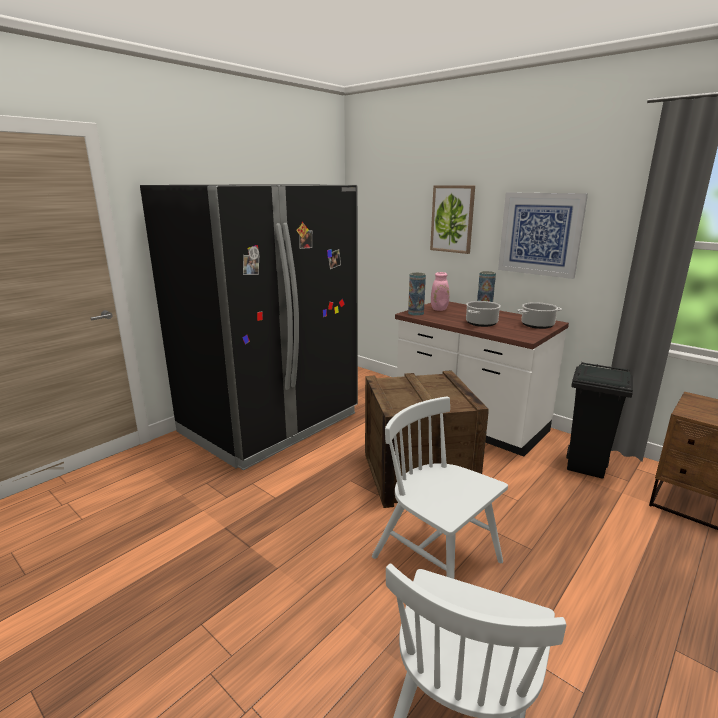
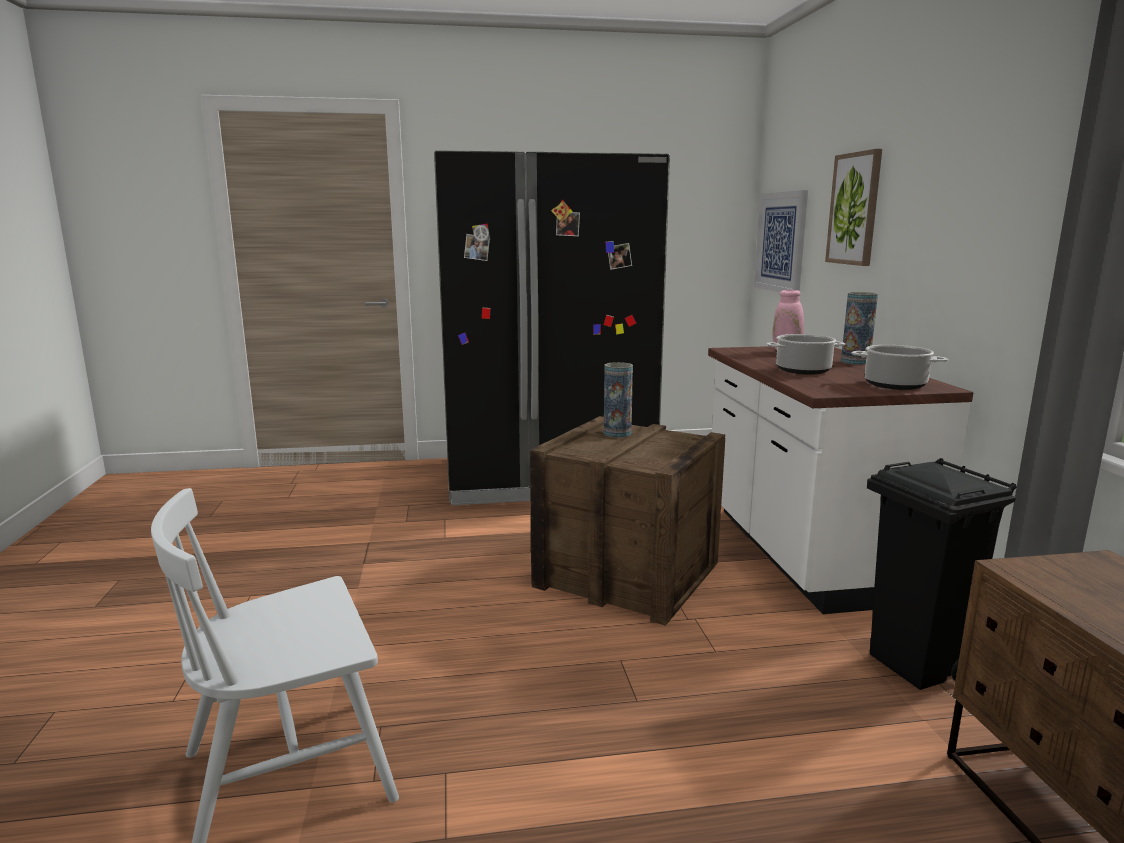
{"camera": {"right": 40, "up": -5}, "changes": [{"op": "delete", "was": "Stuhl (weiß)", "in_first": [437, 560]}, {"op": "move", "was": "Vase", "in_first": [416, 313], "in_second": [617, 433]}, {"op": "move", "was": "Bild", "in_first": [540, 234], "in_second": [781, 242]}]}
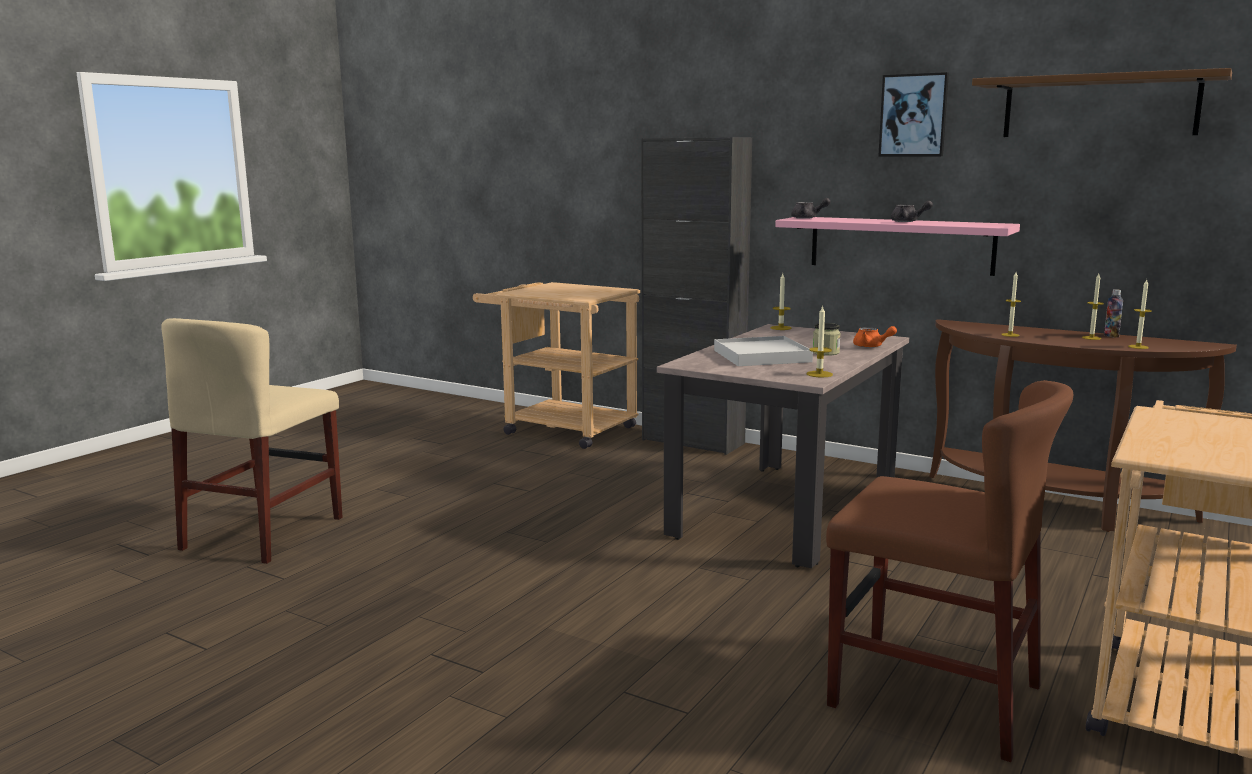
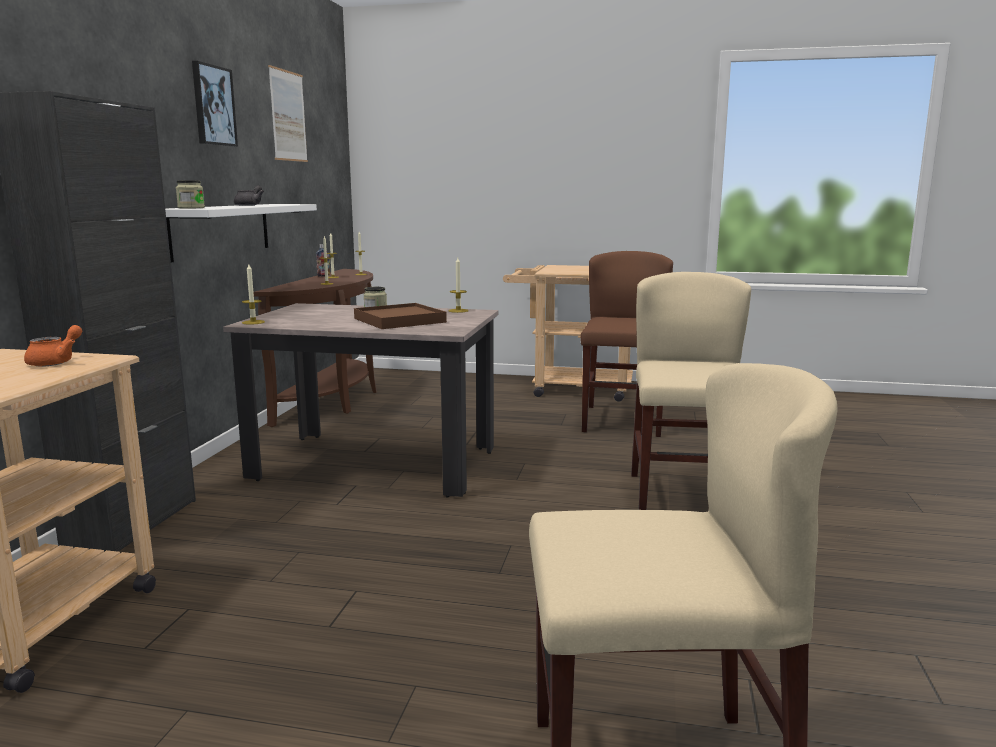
{"camera": {"right": -110, "up": 0}, "changes": [{"op": "insert", "now": "Stuhl (beige)", "in_second": [685, 498]}, {"op": "move", "was": "Teekanne (orange)", "in_first": [871, 346], "in_second": [56, 362]}, {"op": "replace", "was": "Teekanne (grau)", "now": "Vorratsglas", "in_first": [808, 218], "in_second": [191, 208]}, {"op": "replace", "was": "Wandregal (braun)", "now": "Bild", "in_first": [1099, 106], "in_second": [288, 116]}, {"op": "recolor", "was": "Tablett (weiß)", "now": "Tablett (braun)", "in_first": [762, 356], "in_second": [399, 320]}, {"op": "recolor", "was": "Wandregal (rosa)", "now": "Wandregal (weiß)", "in_first": [900, 245], "in_second": [221, 230]}]}
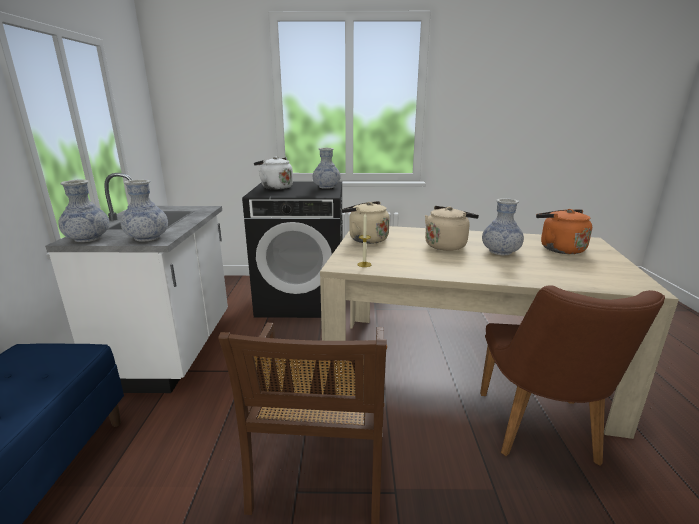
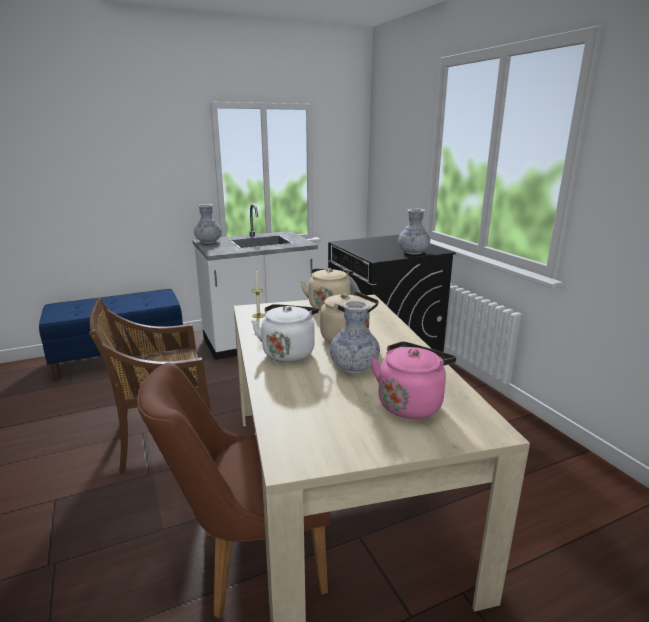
{"camera": {"right": 65, "up": 0}, "changes": [{"op": "delete", "was": "Vase", "in_first": [147, 238]}, {"op": "move", "was": "Wasserkessel (weiß)", "in_first": [275, 187], "in_second": [289, 352]}, {"op": "recolor", "was": "Wasserkessel (orange)", "now": "Wasserkessel (rosa)", "in_first": [559, 249], "in_second": [411, 403]}]}
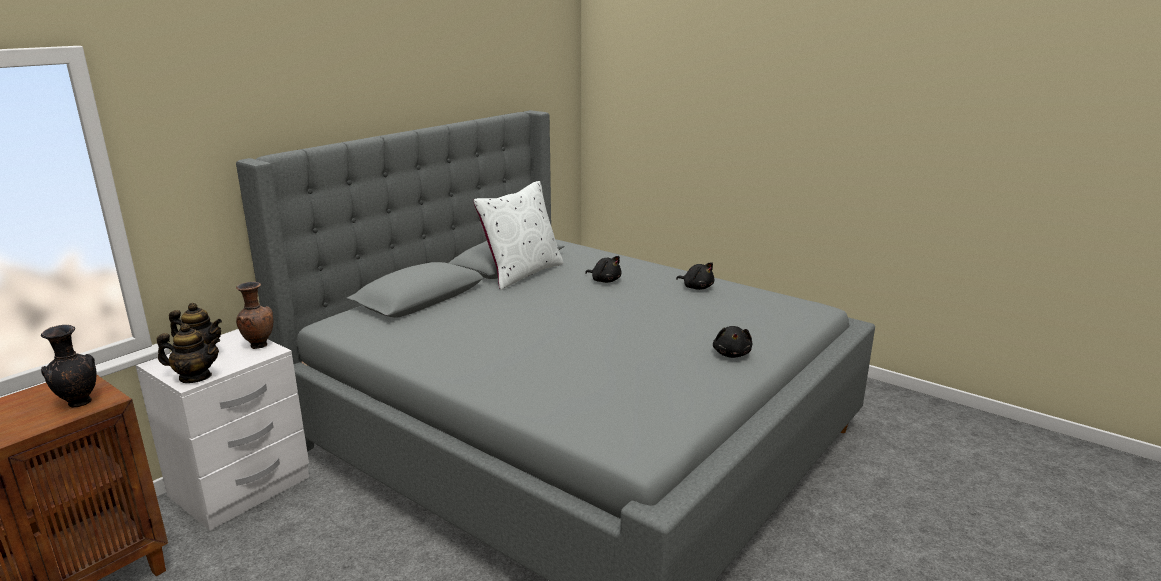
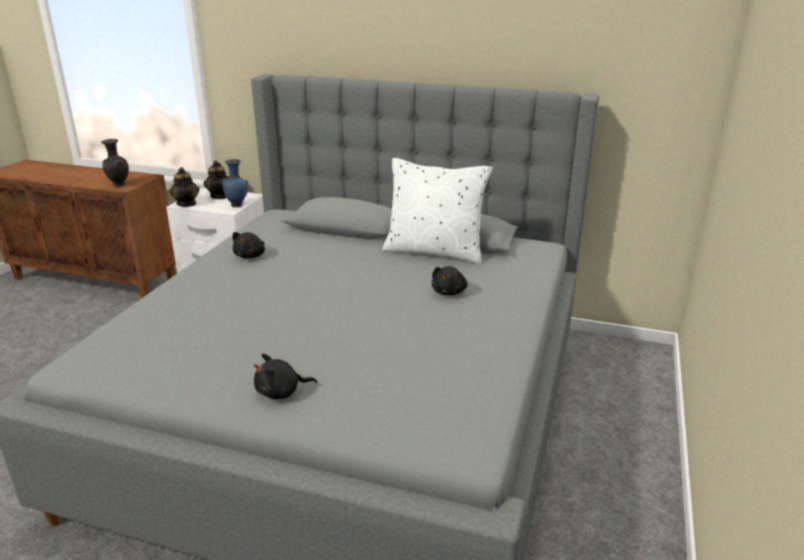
{"camera": {"right": 70, "up": 5}, "changes": [{"op": "move", "was": "Plüschtier (schwarz)", "in_first": [696, 287], "in_second": [251, 256]}, {"op": "recolor", "was": "Vase (braun)", "now": "Vase (blau)", "in_first": [258, 345], "in_second": [237, 205]}]}
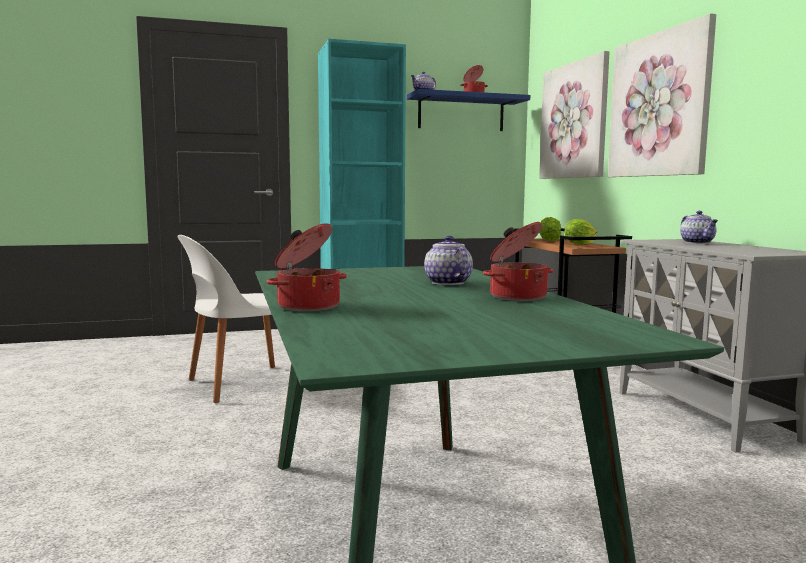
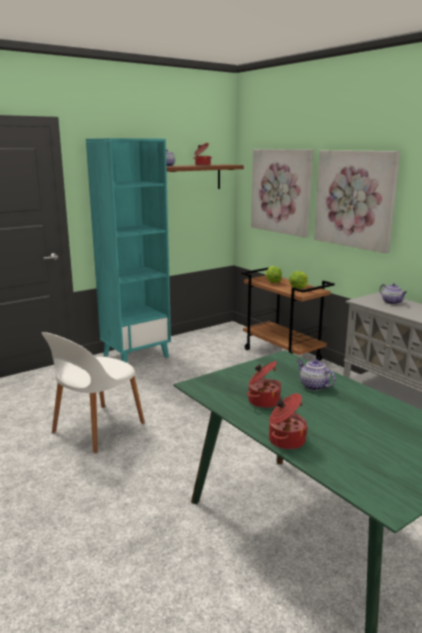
{"camera": {"right": -20, "up": 10}, "changes": [{"op": "move", "was": "Kochtopf", "in_first": [517, 296], "in_second": [263, 401]}, {"op": "recolor", "was": "Wandregal (blau)", "now": "Wandregal (braun)", "in_first": [461, 113], "in_second": [191, 178]}]}
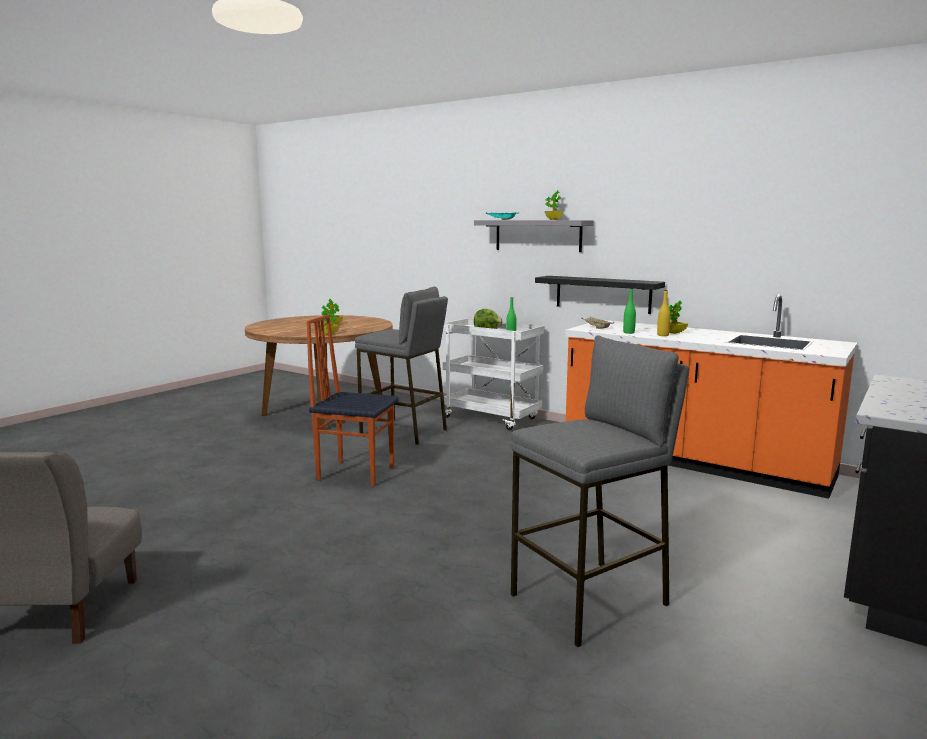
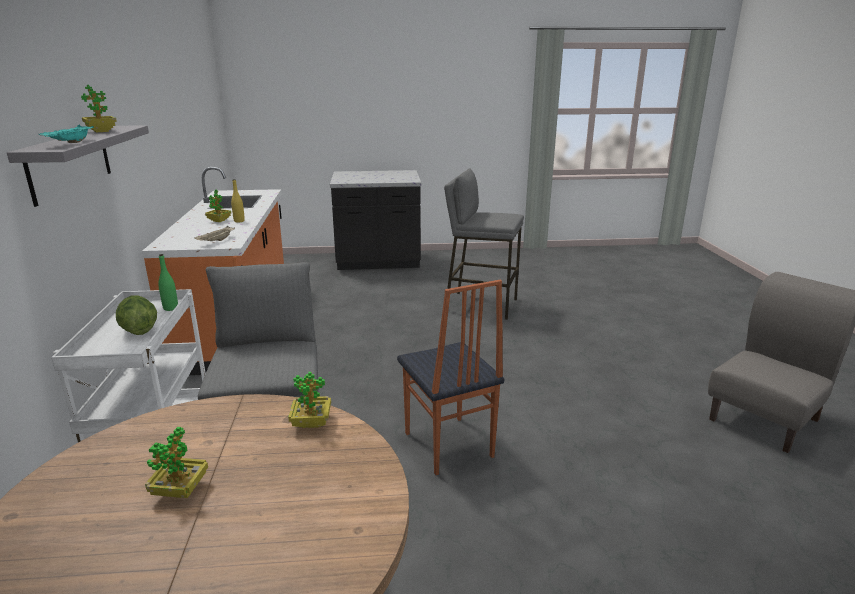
{"camera": {"right": -130, "up": 10}, "changes": [{"op": "delete", "was": "Wandregal (schwarz)", "in_first": [602, 294]}, {"op": "delete", "was": "Flasche (grün)", "in_first": [628, 332]}]}
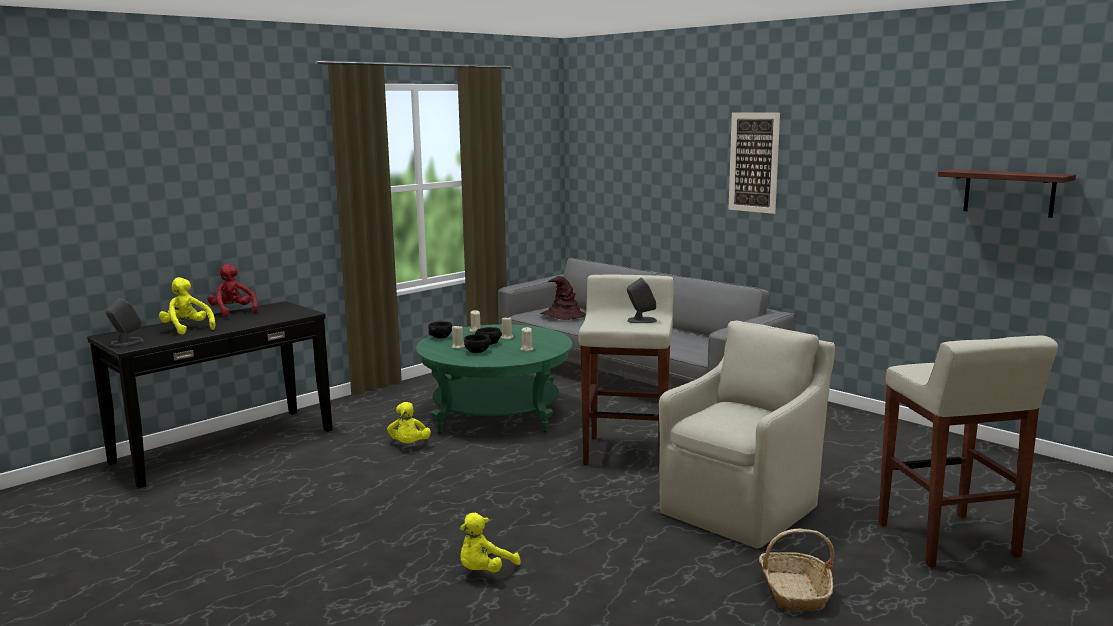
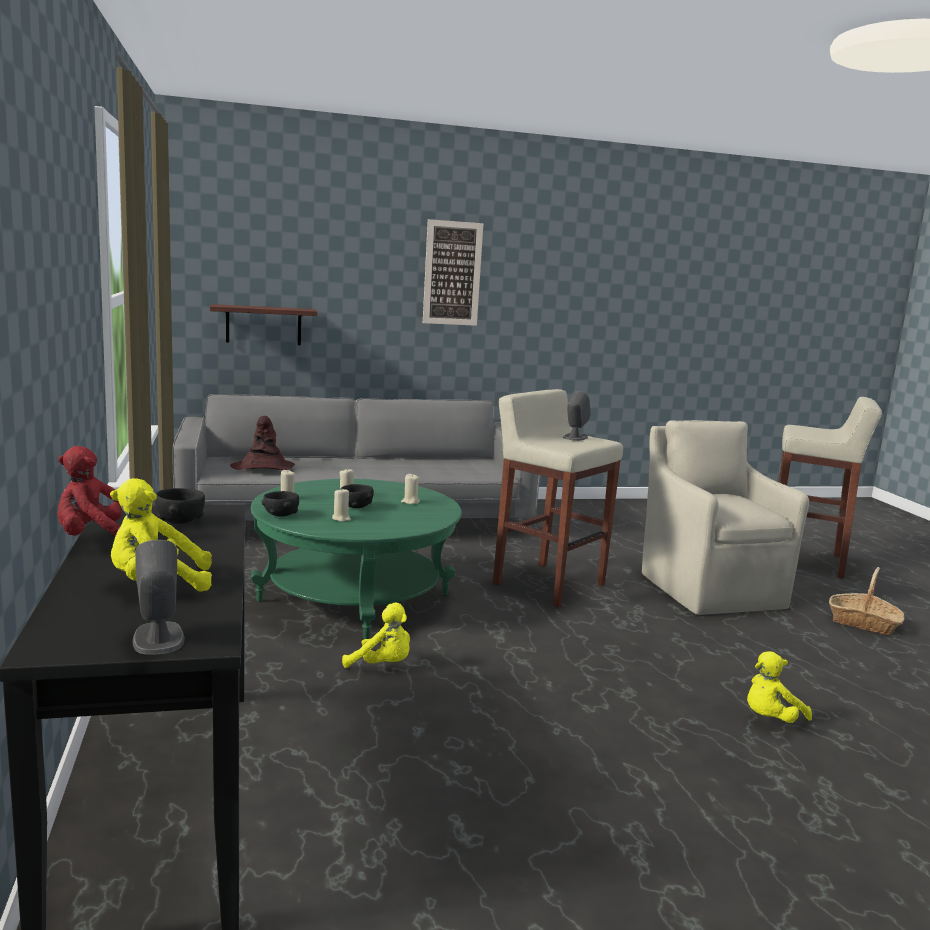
{"camera": {"right": -60, "up": 0}, "changes": [{"op": "move", "was": "Schüssel (schwarz)", "in_first": [477, 352], "in_second": [180, 521]}, {"op": "move", "was": "Wandregal", "in_first": [1009, 193], "in_second": [263, 325]}, {"op": "rotate", "was": "Plüschtier (gelb)", "in_first": [485, 571], "in_second": [770, 719], "clockwise": 75}]}
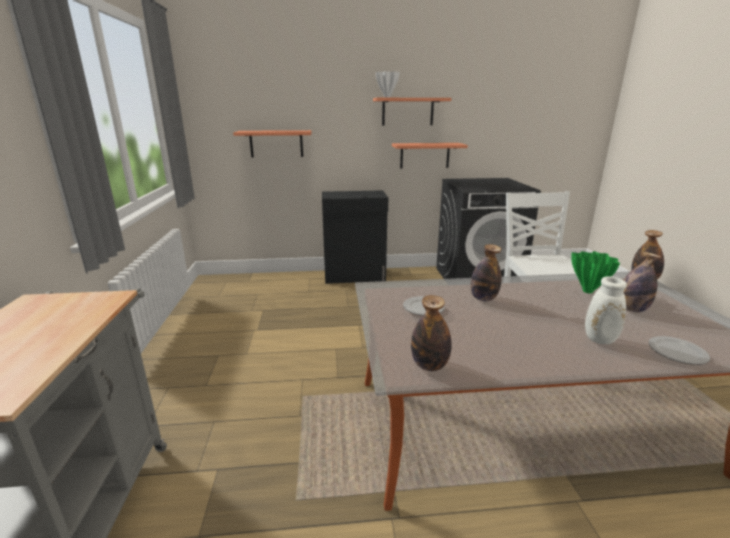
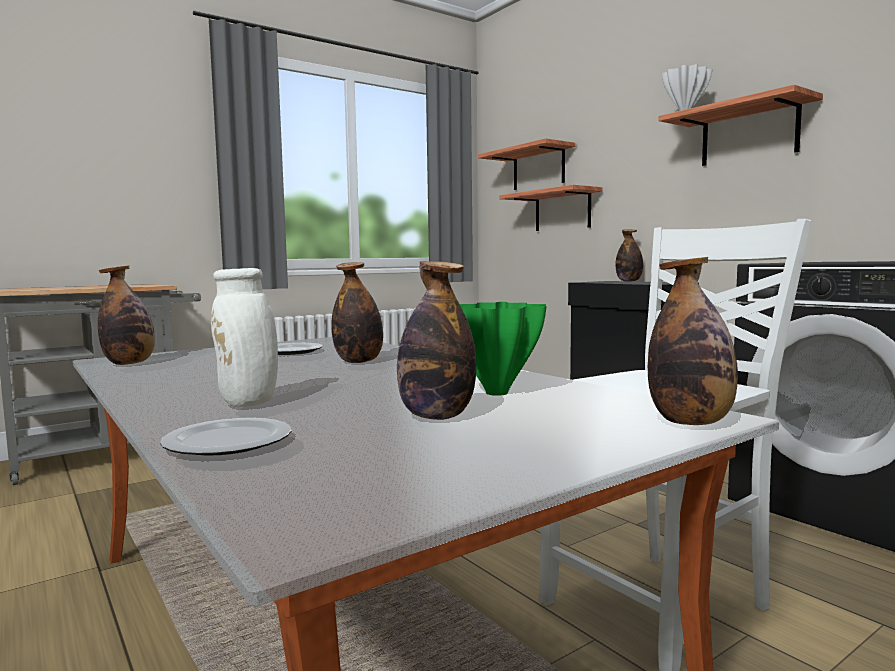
{"camera": {"right": 60, "up": -15}, "changes": [{"op": "insert", "now": "Flasche", "in_second": [629, 281]}, {"op": "move", "was": "Wandregal", "in_first": [424, 155], "in_second": [538, 168]}]}
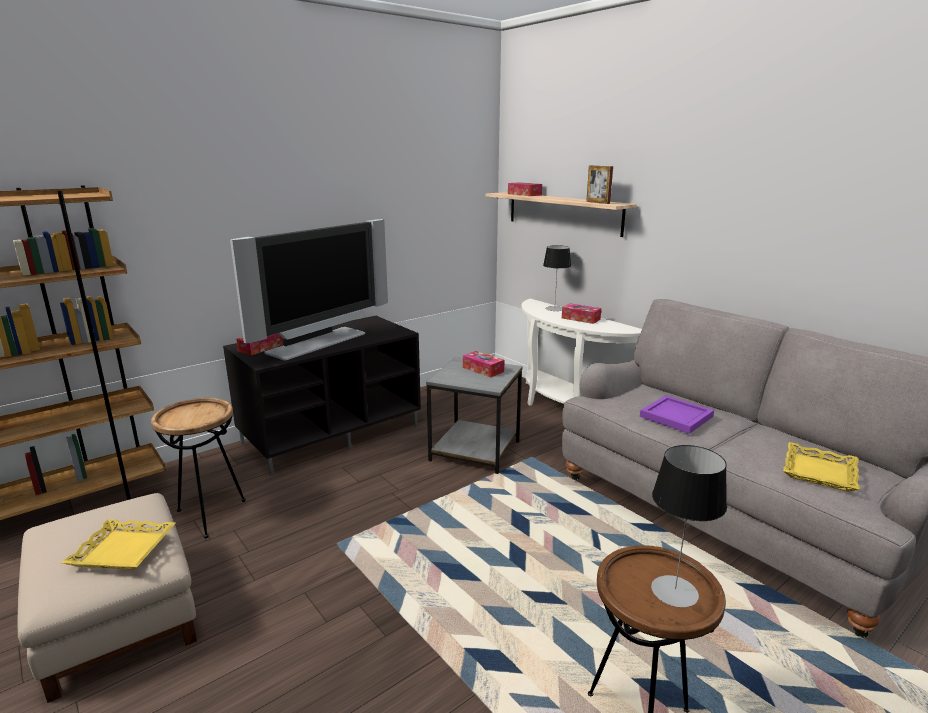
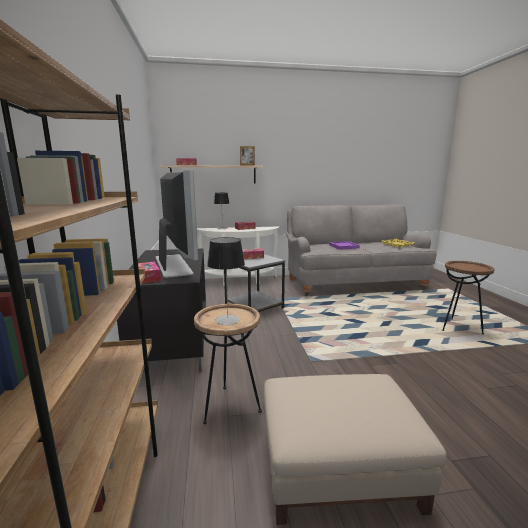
{"camera": {"right": -60, "up": -5}, "changes": [{"op": "delete", "was": "Tablett (gelb)", "in_first": [124, 549]}, {"op": "move", "was": "Tischlampe", "in_first": [674, 591], "in_second": [227, 320]}]}
